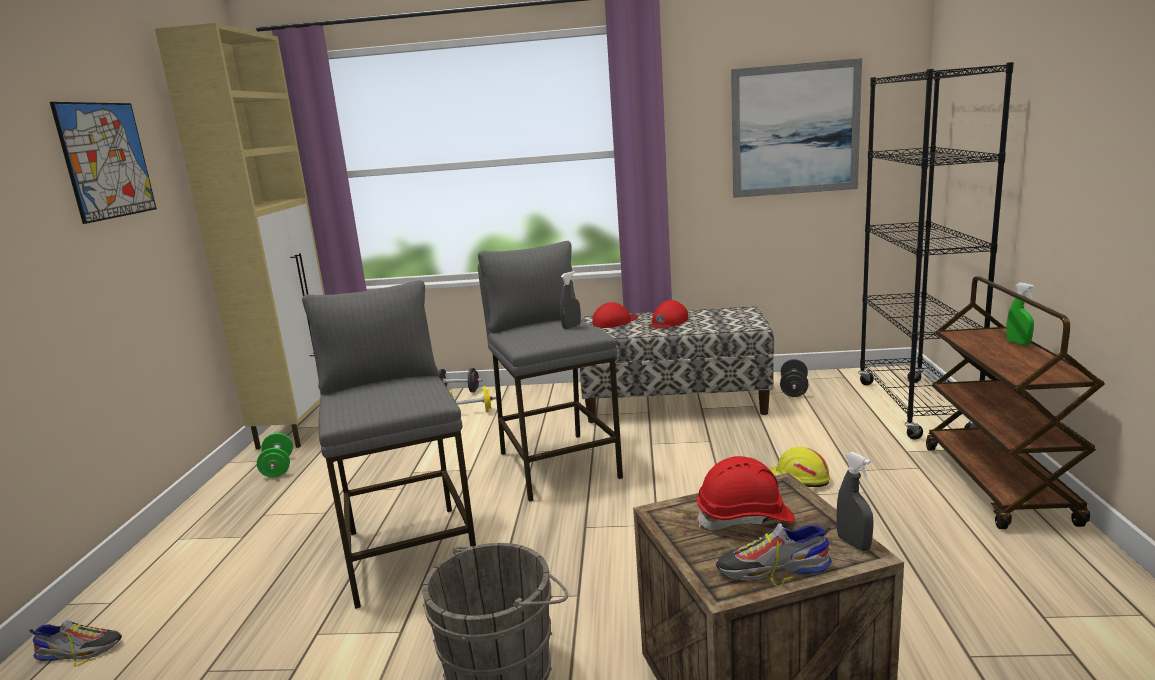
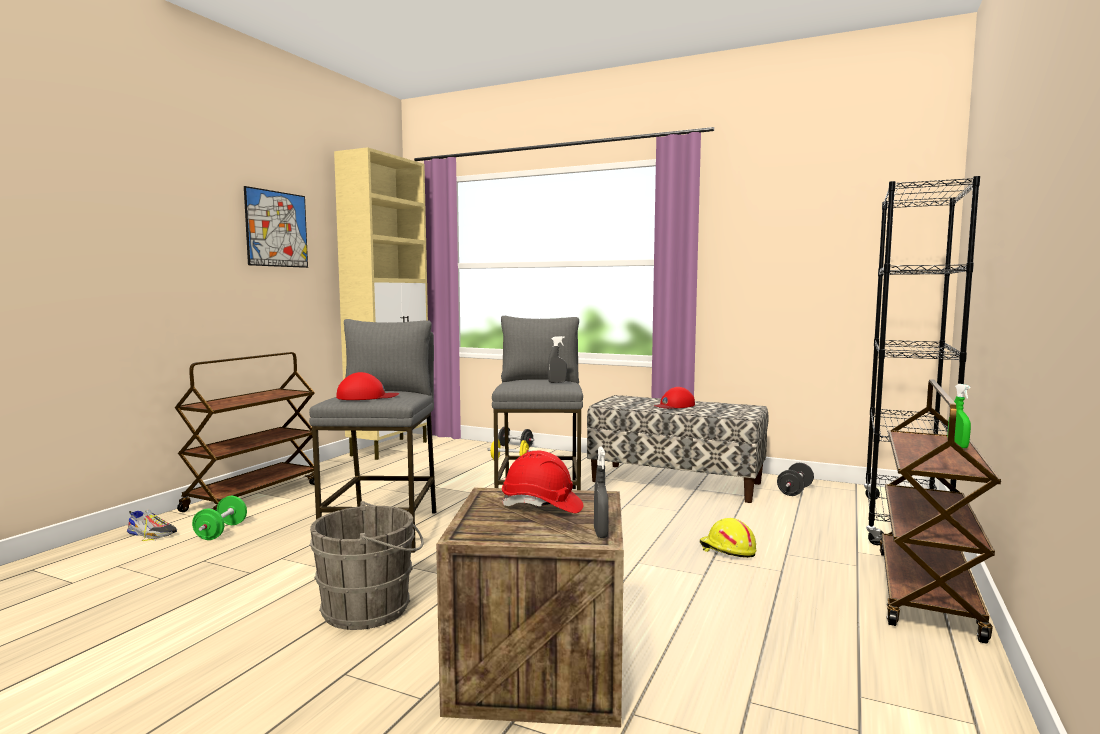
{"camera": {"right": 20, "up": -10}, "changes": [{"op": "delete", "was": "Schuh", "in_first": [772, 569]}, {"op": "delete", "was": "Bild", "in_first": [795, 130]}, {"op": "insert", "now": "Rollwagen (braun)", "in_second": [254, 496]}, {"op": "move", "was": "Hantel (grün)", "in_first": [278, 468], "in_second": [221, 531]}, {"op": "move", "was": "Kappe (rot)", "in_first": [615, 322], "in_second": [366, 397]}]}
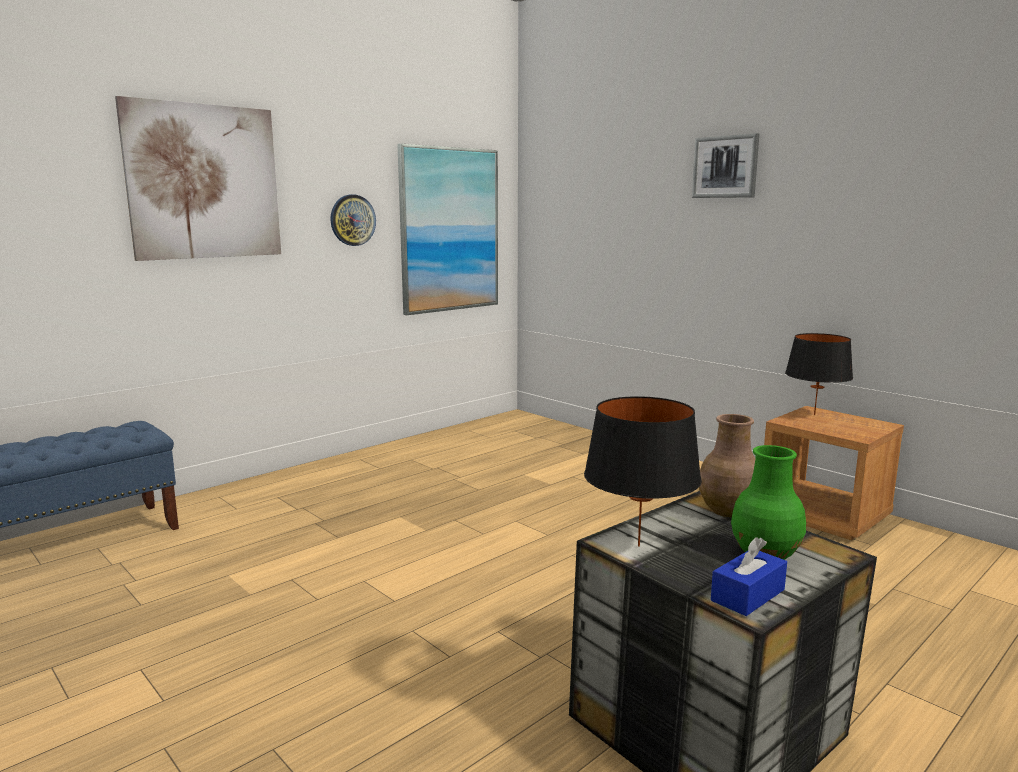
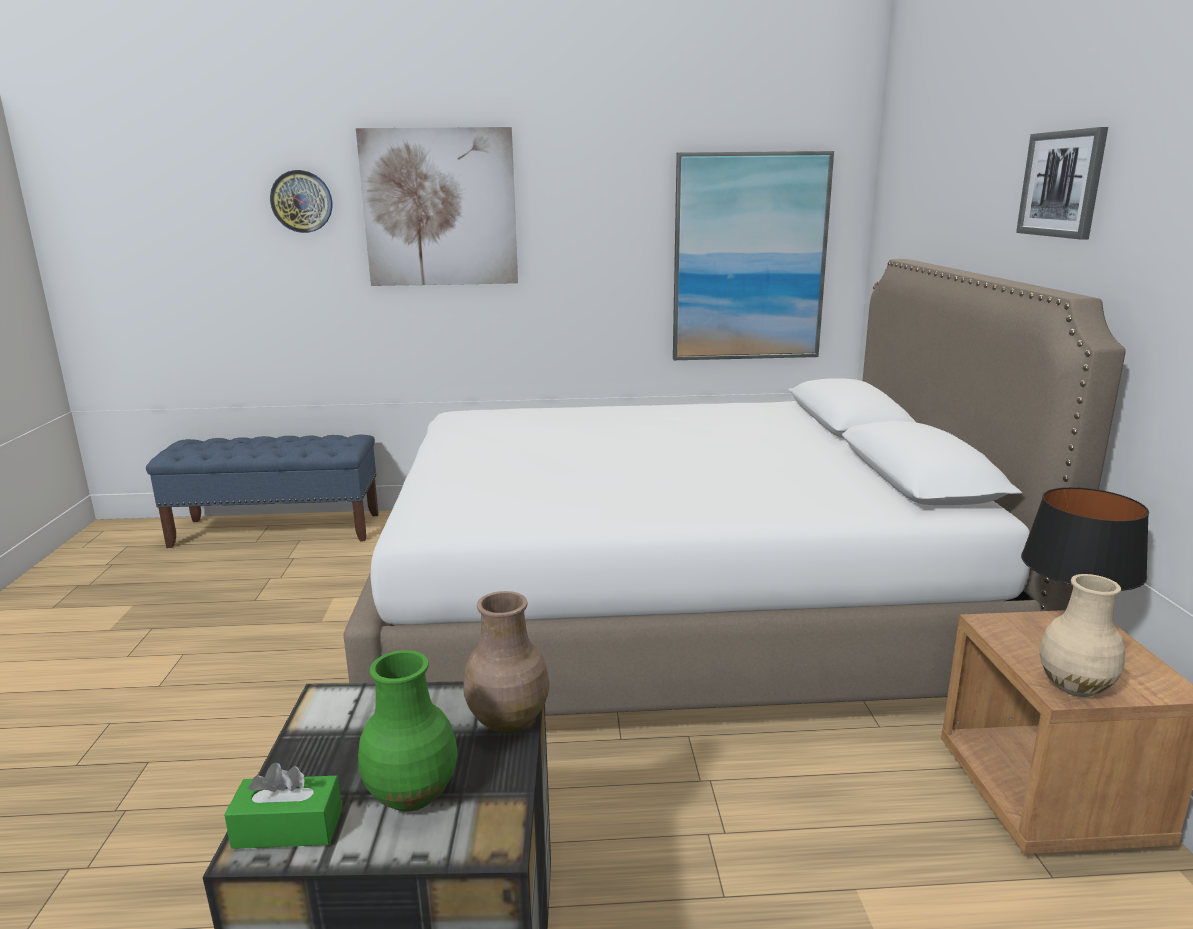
{"camera": {"right": 40, "up": 5}, "changes": [{"op": "delete", "was": "Tischlampe (schwarz)", "in_first": [638, 546]}, {"op": "insert", "now": "Bett (weiß)", "in_second": [676, 616]}, {"op": "insert", "now": "Vase (beige)", "in_second": [1076, 686]}, {"op": "move", "was": "Wanduhr", "in_first": [352, 220], "in_second": [302, 201]}, {"op": "recolor", "was": "Taschentuchbox (blau)", "now": "Taschentuchbox (grün)", "in_first": [748, 595], "in_second": [288, 828]}]}
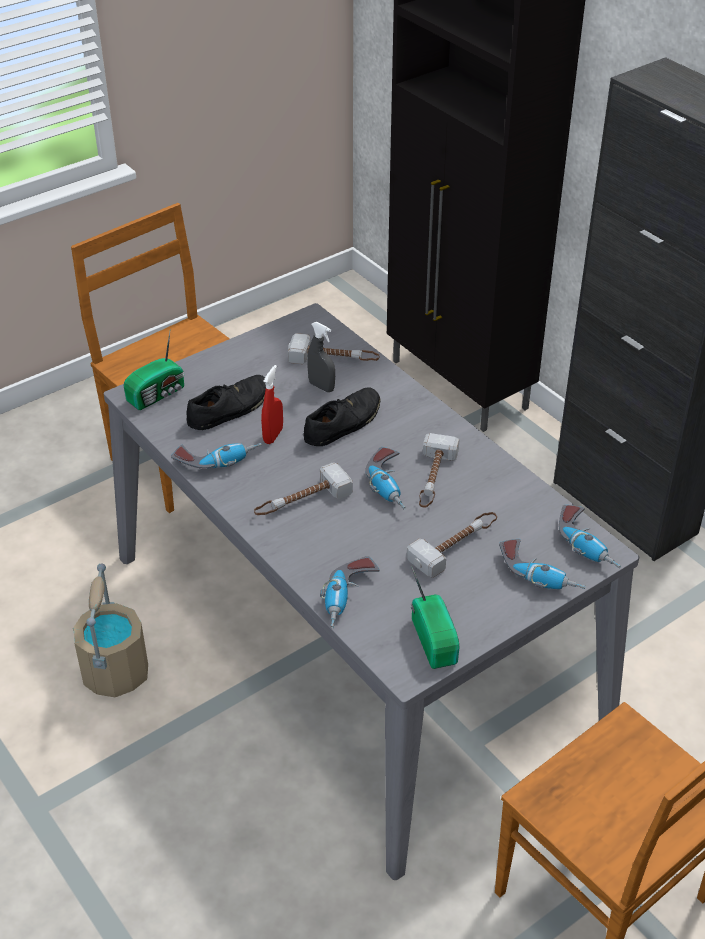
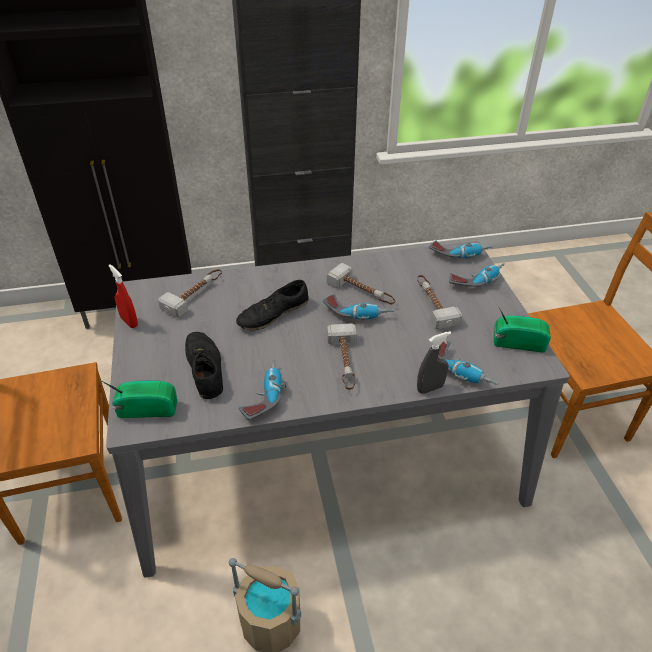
{"camera": {"right": -65, "up": 0}, "changes": [{"op": "move", "was": "Sprühflasche (rot)", "in_first": [273, 435], "in_second": [129, 322]}, {"op": "move", "was": "Sprühflasche (grau)", "in_first": [321, 386], "in_second": [430, 388]}, {"op": "rotate", "was": "Radio", "in_first": [158, 394], "in_second": [146, 408], "clockwise": -75}, {"op": "rotate", "was": "Schuh (schwarz)", "in_first": [343, 423], "in_second": [273, 314], "clockwise": -105}]}
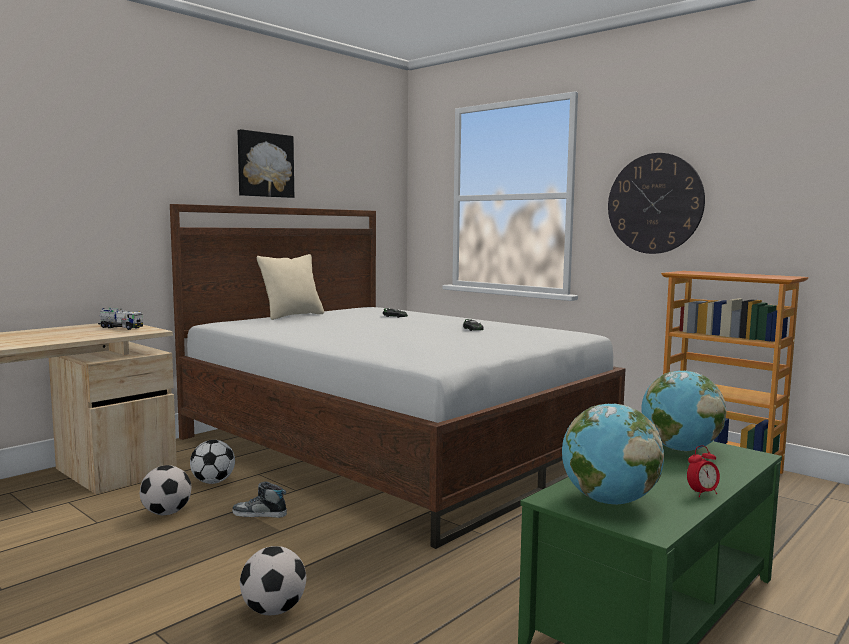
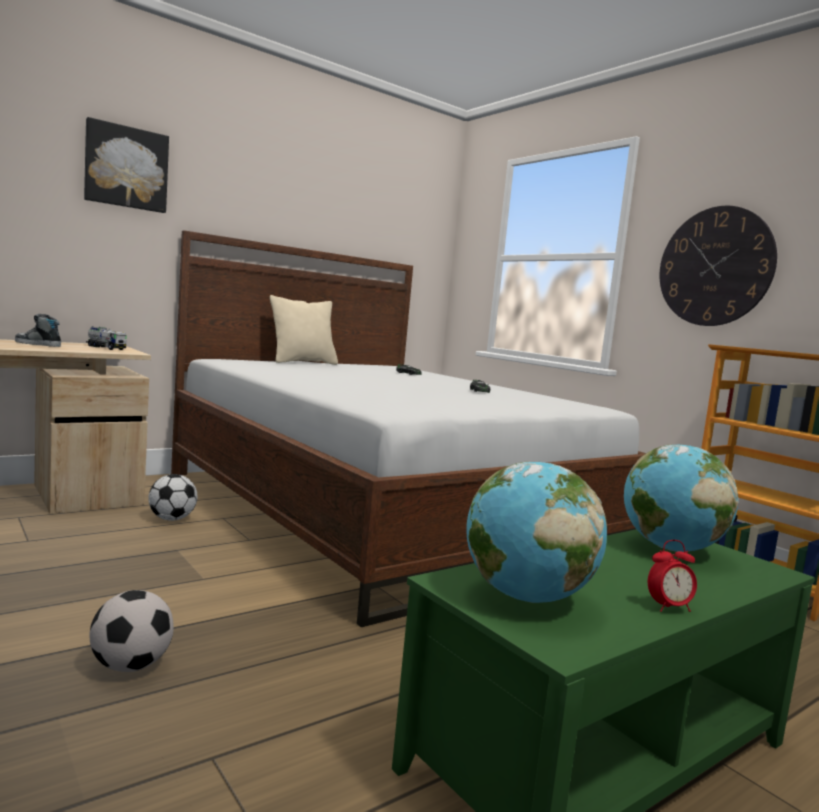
{"camera": {"right": 10, "up": 0}, "changes": [{"op": "delete", "was": "Fußball", "in_first": [166, 513]}, {"op": "move", "was": "Schuh", "in_first": [259, 514], "in_second": [38, 344]}, {"op": "move", "was": "Bild", "in_first": [264, 165], "in_second": [126, 167]}]}
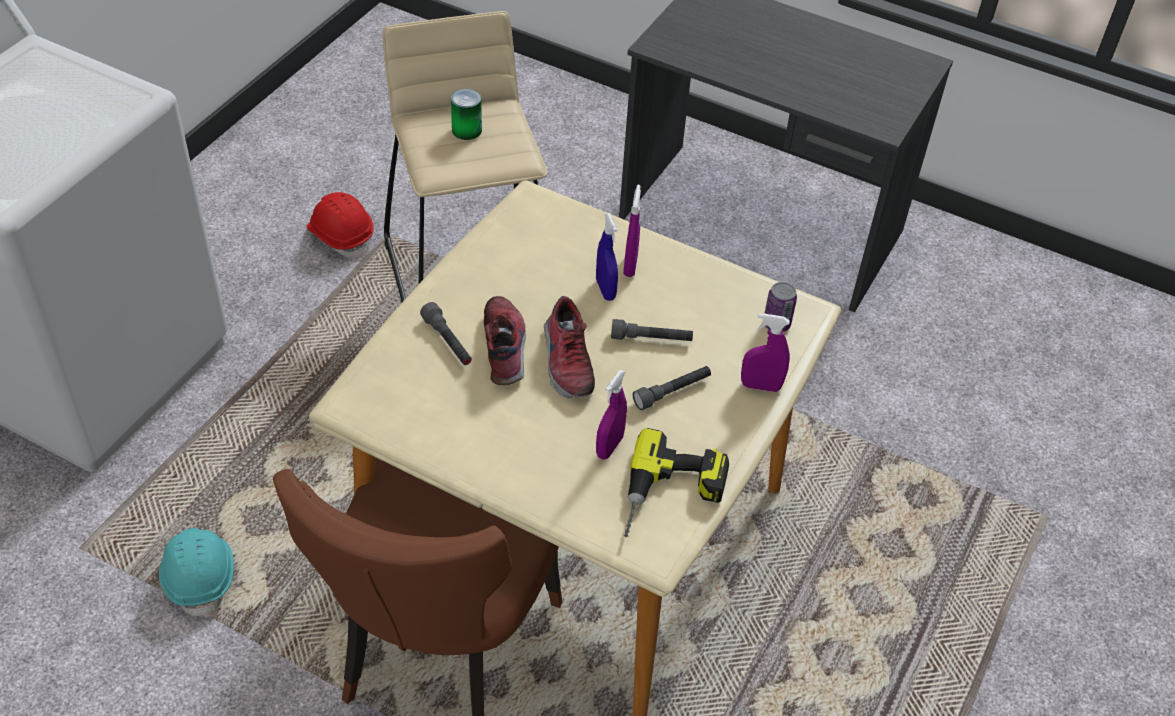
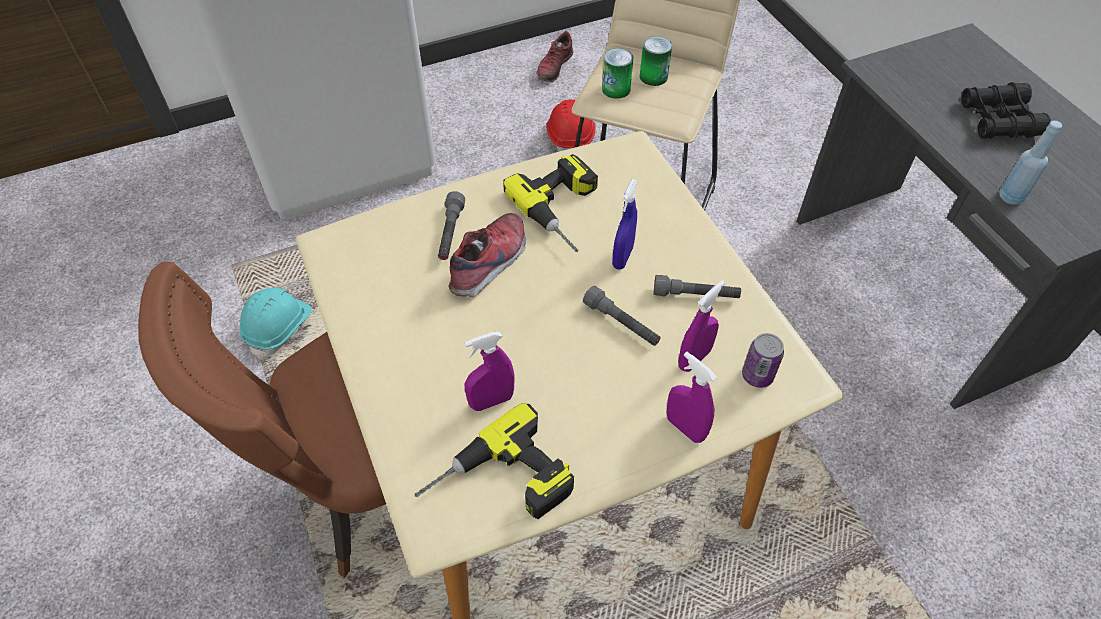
{"camera": {"right": 40, "up": 5}, "changes": [{"op": "insert", "now": "Bohrmaschine", "in_second": [566, 210]}, {"op": "insert", "now": "Dose", "in_second": [616, 89]}, {"op": "insert", "now": "Fernglas (schwarz)", "in_second": [999, 120]}, {"op": "insert", "now": "Flasche (blau)", "in_second": [1010, 197]}, {"op": "move", "was": "Schuh", "in_first": [566, 362], "in_second": [554, 66]}, {"op": "move", "was": "Sprühflasche (lila)", "in_first": [630, 266], "in_second": [694, 359]}, {"op": "move", "was": "Taschenlampe (grau)", "in_first": [672, 392], "in_second": [695, 295]}]}
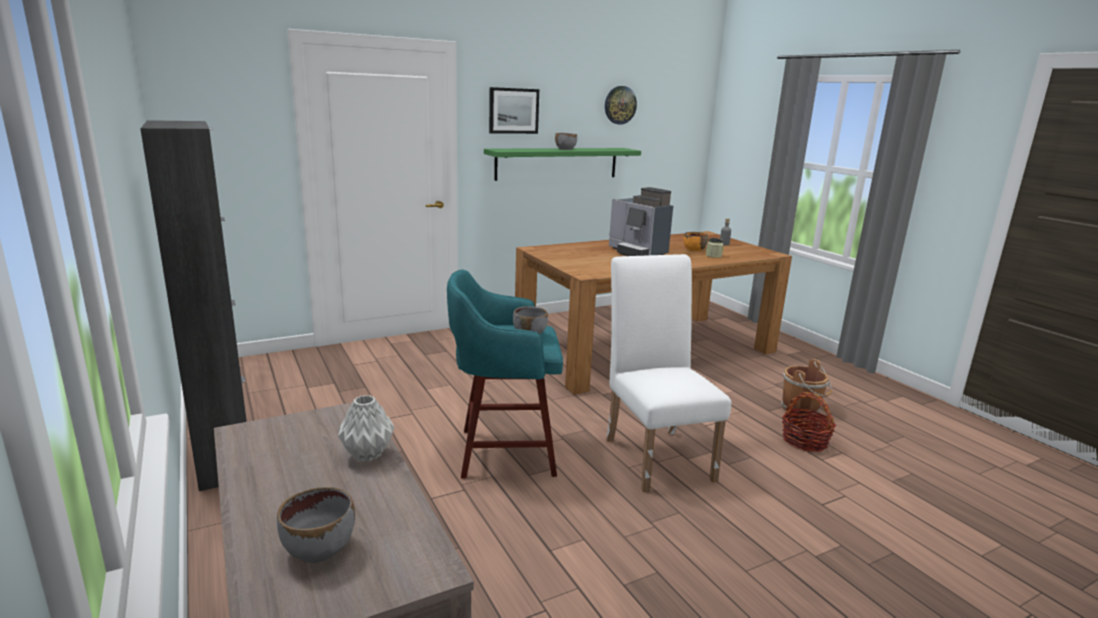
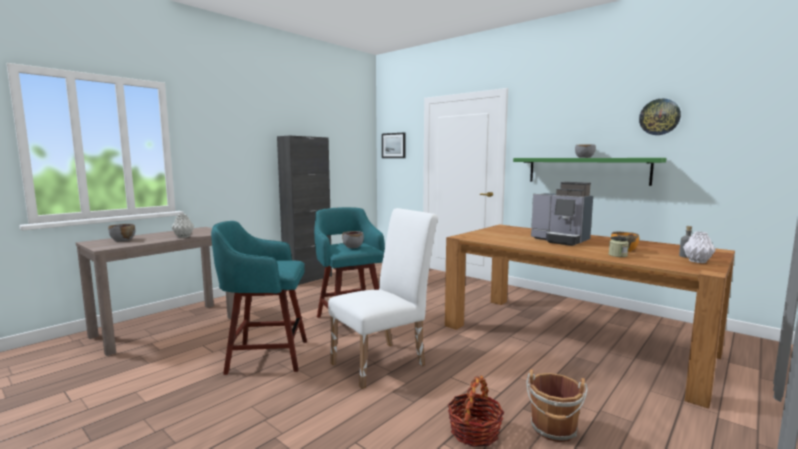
{"camera": {"right": 70, "up": -10}, "changes": [{"op": "insert", "now": "Hocker (türkis)", "in_second": [265, 356]}, {"op": "insert", "now": "Vase (weiß)", "in_second": [698, 261]}, {"op": "move", "was": "Bild", "in_first": [513, 111], "in_second": [394, 145]}, {"op": "rotate", "was": "Kaffeemaschine", "in_first": [637, 252], "in_second": [561, 240], "clockwise": -75}]}
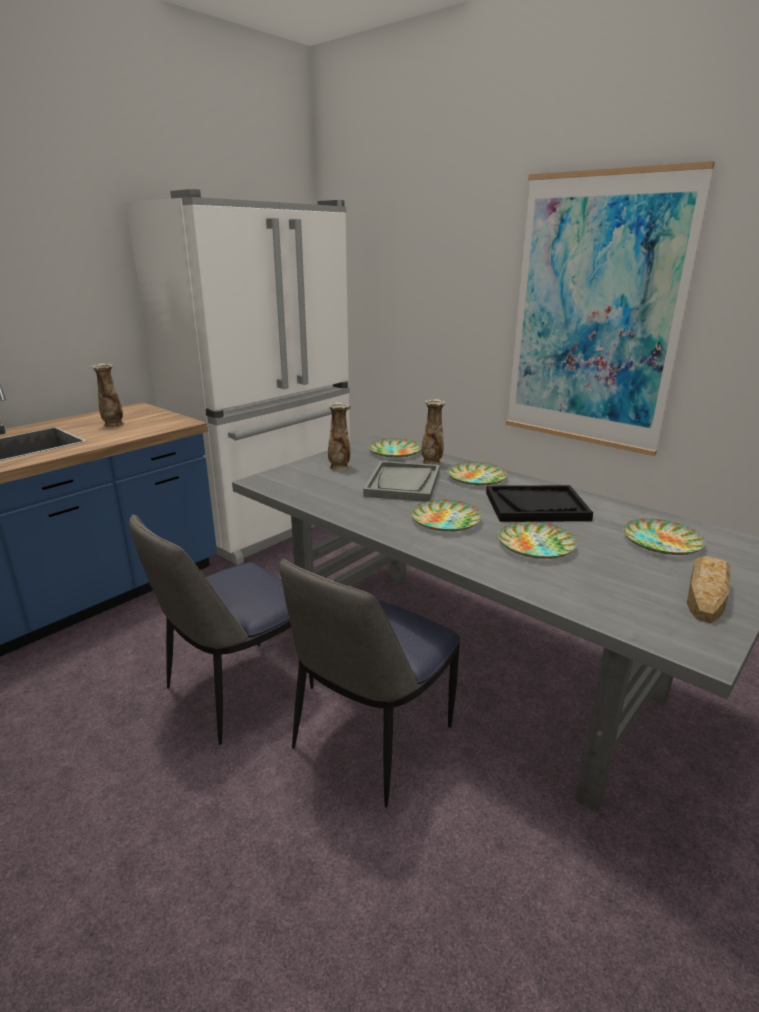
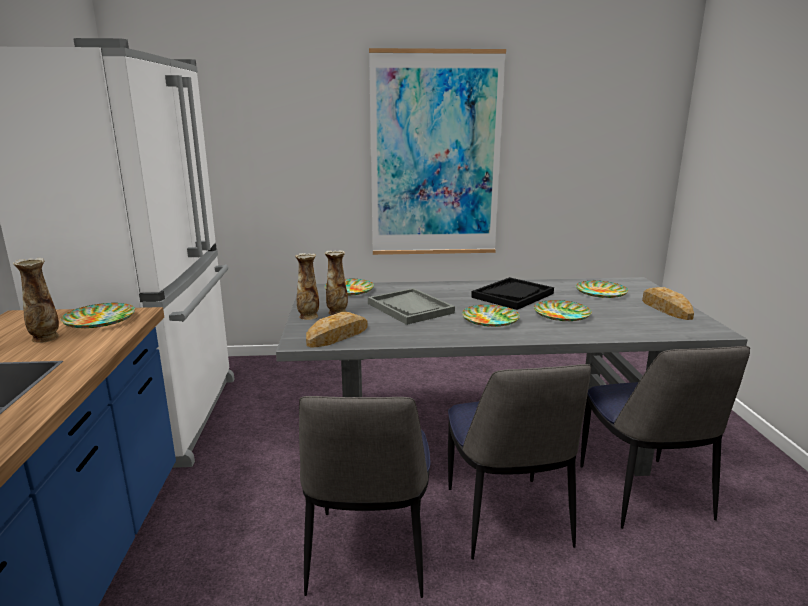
{"camera": {"right": -45, "up": -5}, "changes": [{"op": "insert", "now": "Brot", "in_second": [338, 336]}, {"op": "insert", "now": "Stuhl", "in_second": [644, 495]}, {"op": "move", "was": "Vase", "in_first": [432, 462], "in_second": [308, 316]}, {"op": "move", "was": "Teller", "in_first": [477, 478], "in_second": [100, 320]}]}
